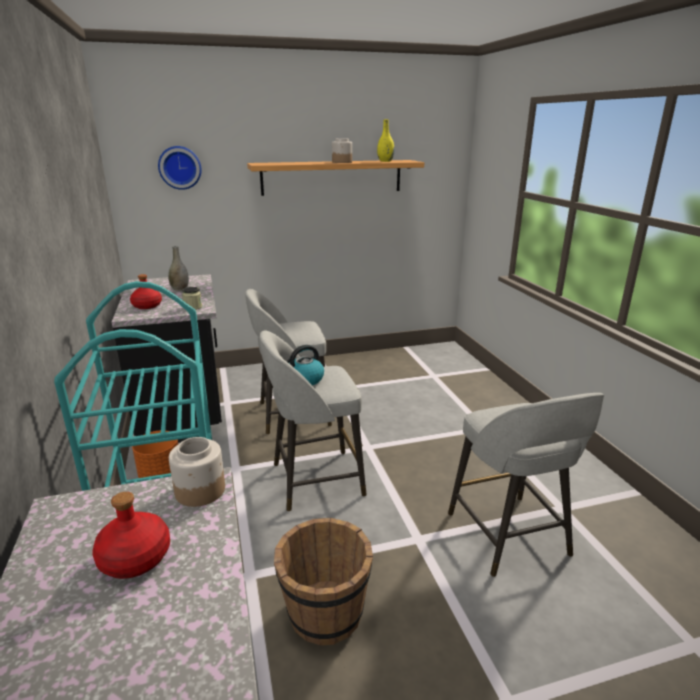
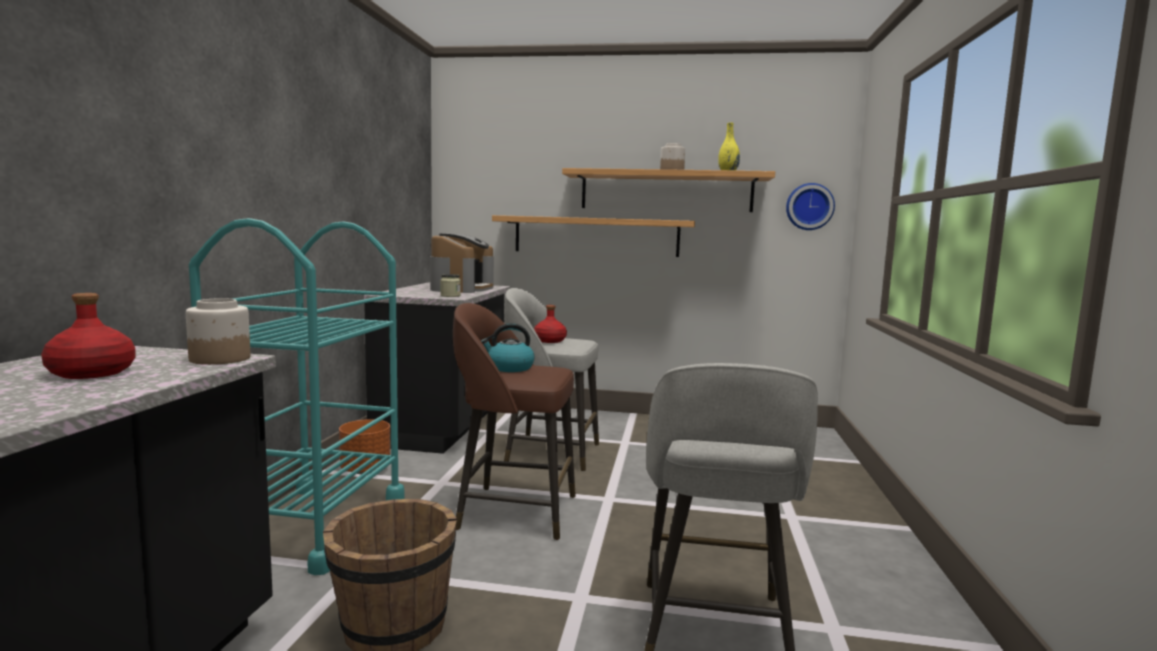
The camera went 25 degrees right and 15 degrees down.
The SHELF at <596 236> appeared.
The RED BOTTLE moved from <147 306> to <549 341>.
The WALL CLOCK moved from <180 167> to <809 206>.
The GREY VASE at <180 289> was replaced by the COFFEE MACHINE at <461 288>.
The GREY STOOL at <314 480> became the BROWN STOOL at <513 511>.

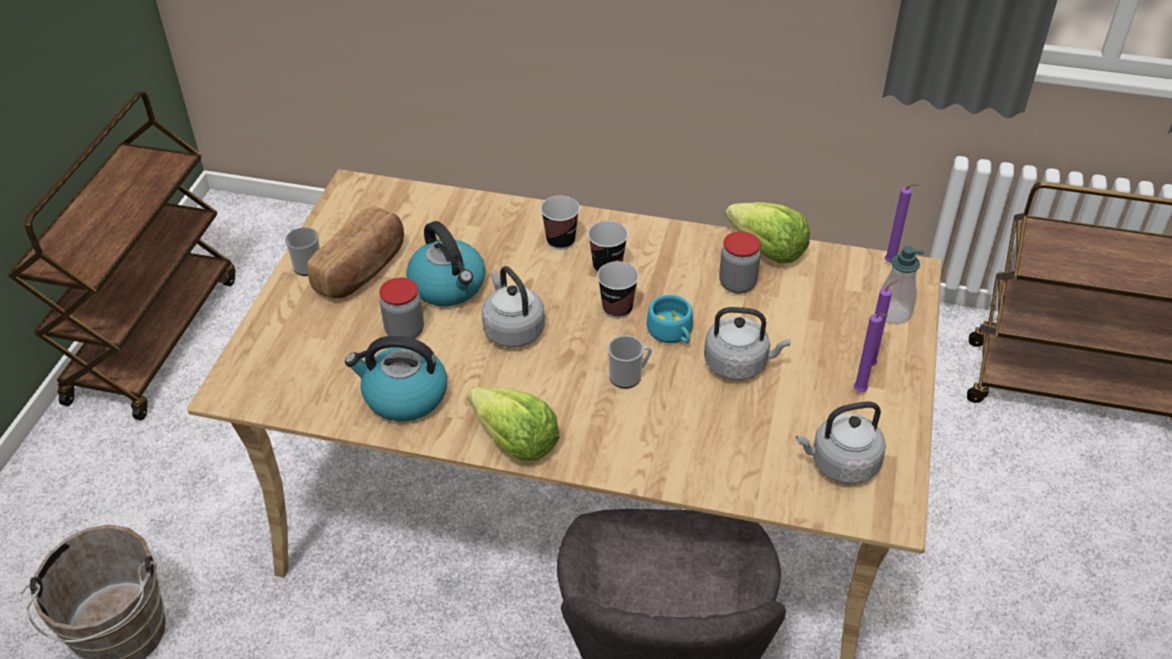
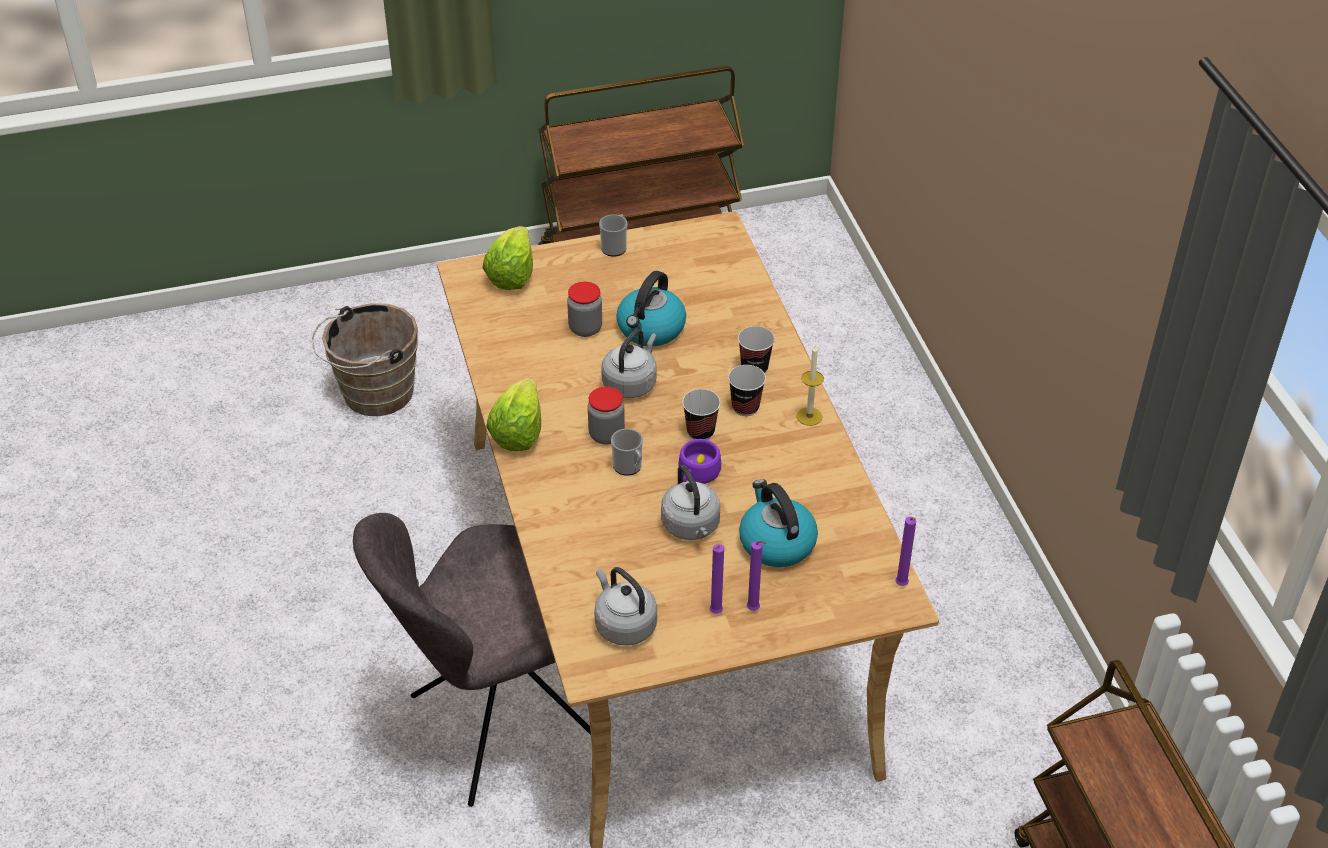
The camera went 60 degrees right and 0 degrees up.
The BREAD at <362 270> disappeared.
The SOAP DISPENSER at <893 313> disappeared.
The CANDLE at <809 416> appeared.
The KETTLE moved from <404 396> to <776 542>.
The JAR moved from <737 284> to <606 435>.
The LETTUCE moved from <766 250> to <511 275>.
The TURQUOISE CUP at <672 333> became the PURPLE CUP at <697 474>.

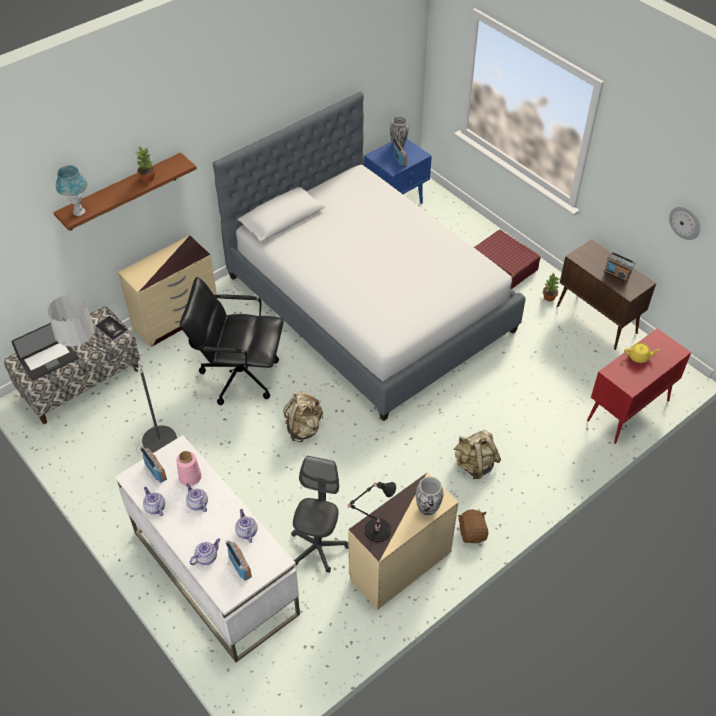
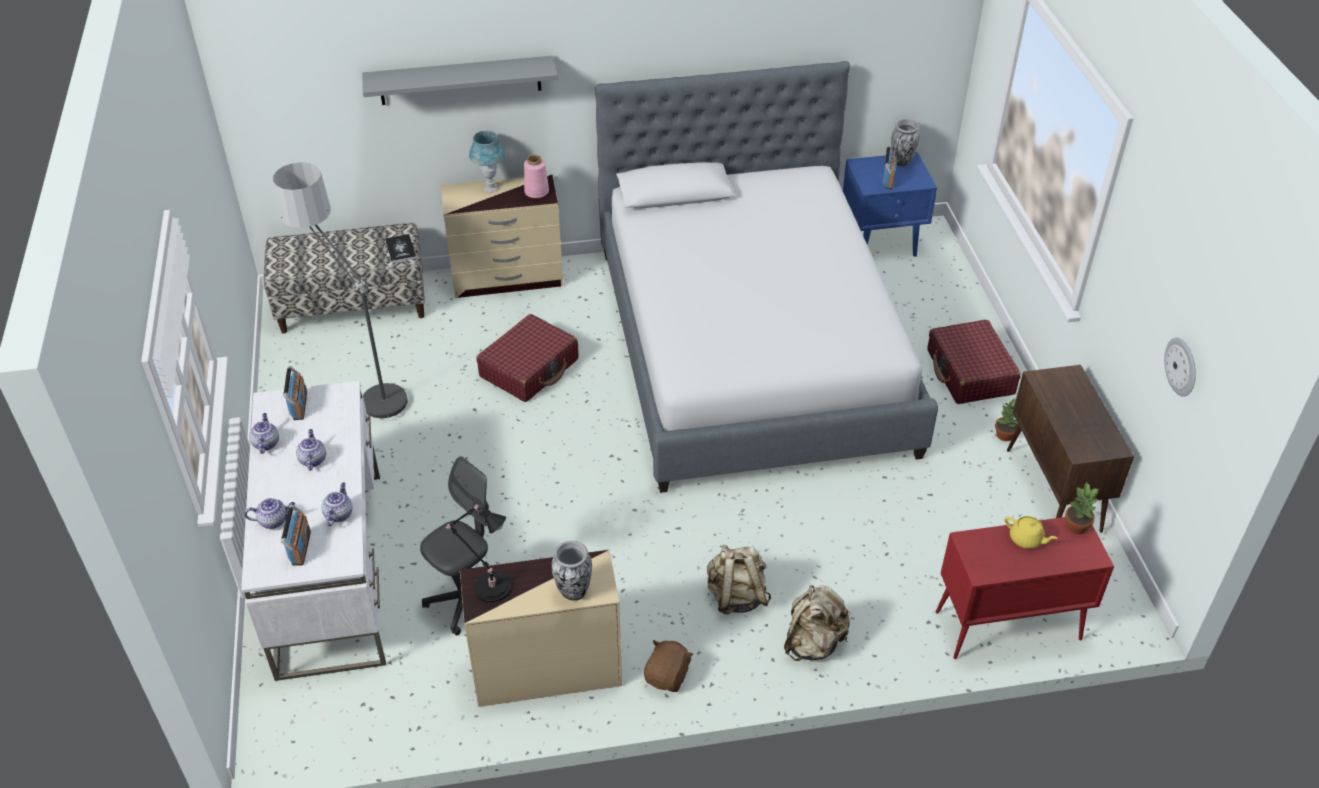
The camera went 30 degrees right and 5 degrees down.
The LAPTOP at <49 360> disappeared.
The RADIO at <616 275> disappeared.
The BLUE TABLE LAMP moved from <79 212> to <490 188>.
The POTTED PLANT moved from <148 178> to <1076 526>.
The PINK VASE moved from <190 477> to <537 192>.
The BEIGE BACKPACK moved from <304 428> to <813 643>.
The BLACK OFFICE CHAIR at <239 375> was replaced by the RED SUITCASE at <529 368>.
The BROWN SHELF at <121 192> became the GREY SHELF at <460 80>.

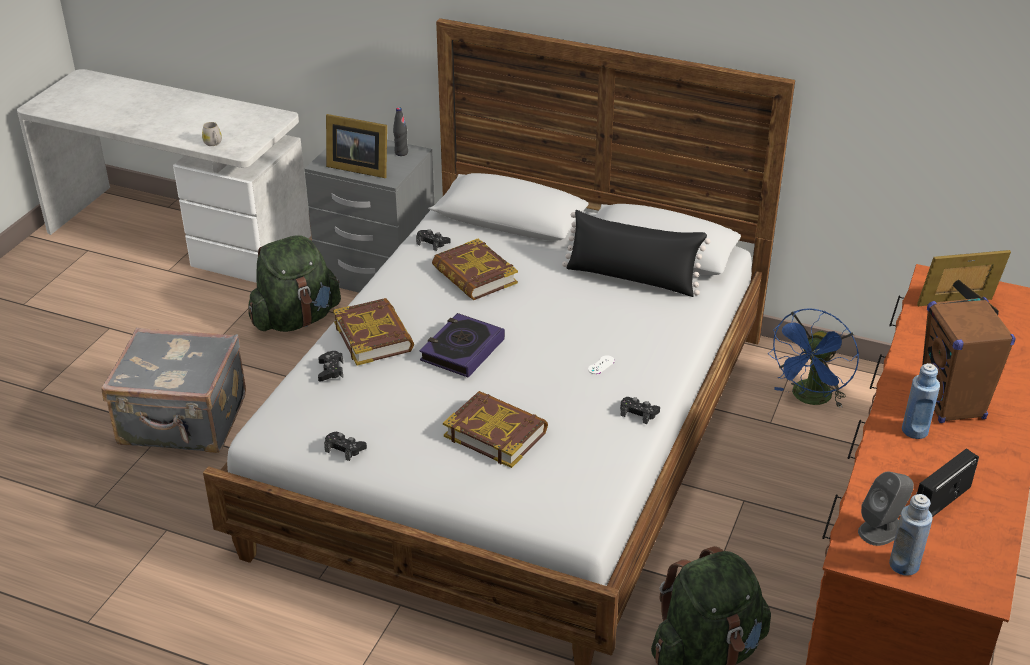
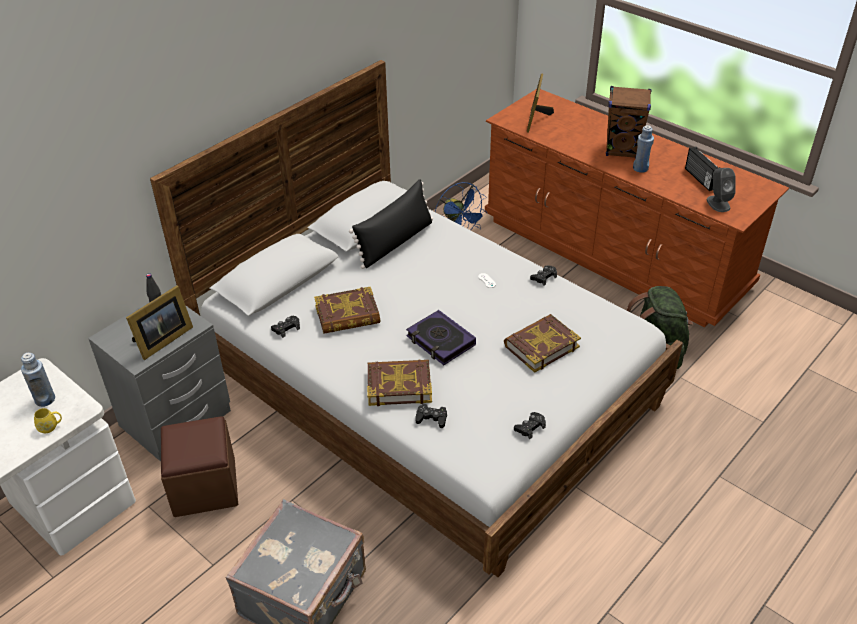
The camera went 70 degrees left and 5 degrees up.
The BLUE BOTTLE moved from <904 565> to <45 399>.
The GREEN BACKPACK at <296 319> was replaced by the BROWN OTTOMAN at <205 487>.
The WHITE MUG at <214 143> became the YELLOW MUG at <50 426>.

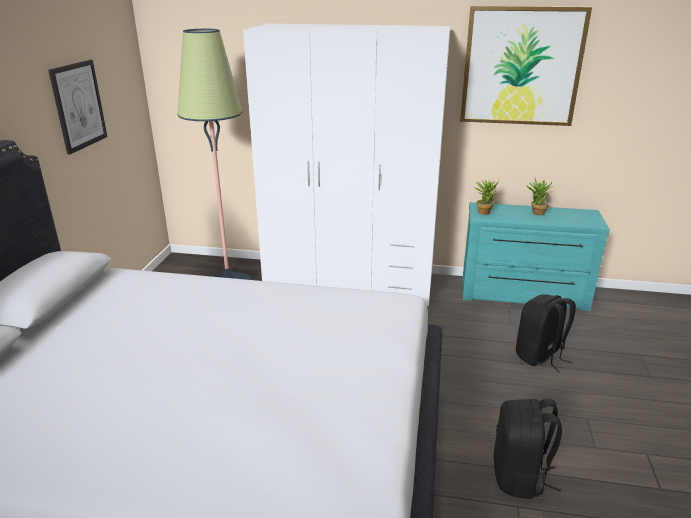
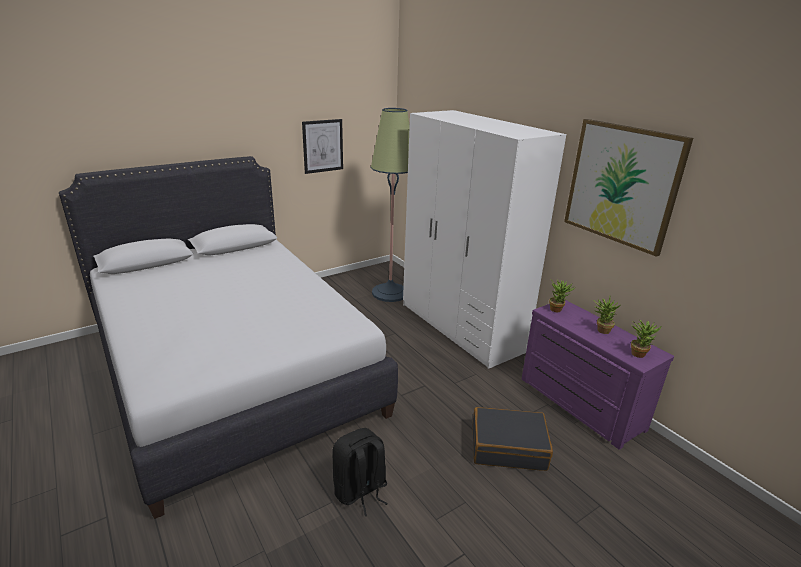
The camera went 45 degrees right and 0 degrees up.
The POTTED PLANT at <639 353> appeared.
The BLACK BACKPACK at <540 356> was replaced by the BLACK SUITCASE at <508 447>.
The TURQUOISE DRESSER at <523 295> became the PURPLE DRESSER at <578 404>.

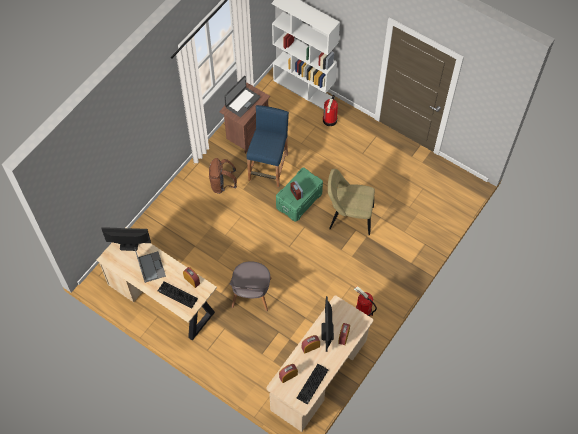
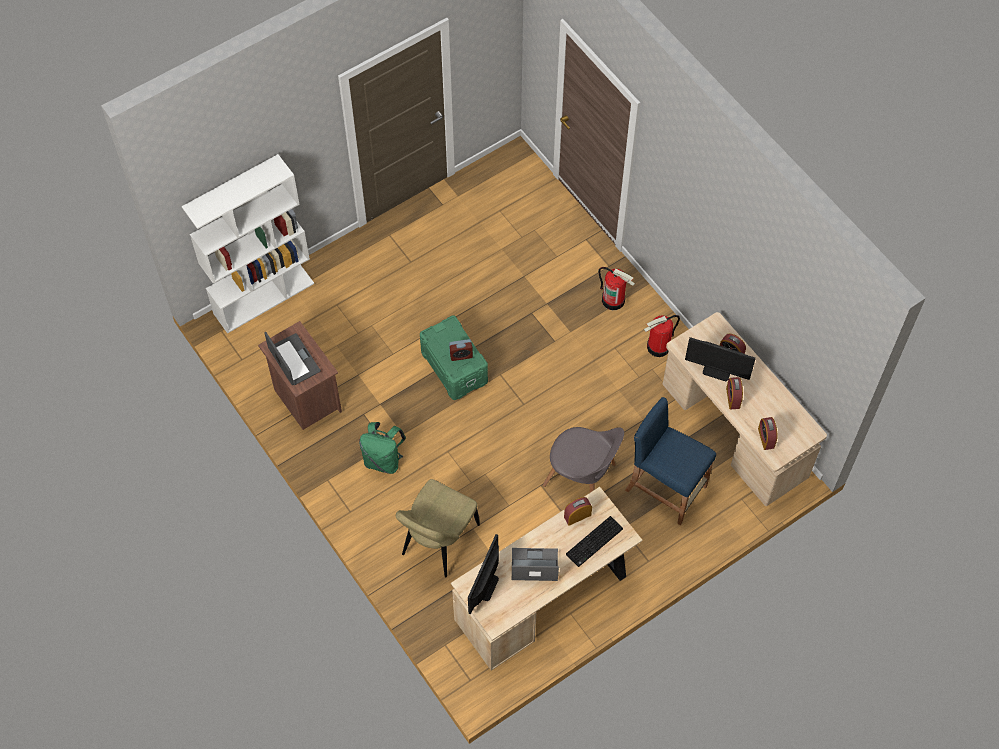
The camera went 70 degrees left and 0 degrees up.
The KEYBOARD at <313 384> disappeared.
The BLUE STOOL moved from <269 167> to <665 488>.
The FIRE EXTINGUISHER moved from <330 120> to <613 300>.
The BEIGE CHAIR moved from <348 218> to <438 542>.
The BROWN BACKPACK at <222 185> became the GREEN BACKPACK at <383 460>.

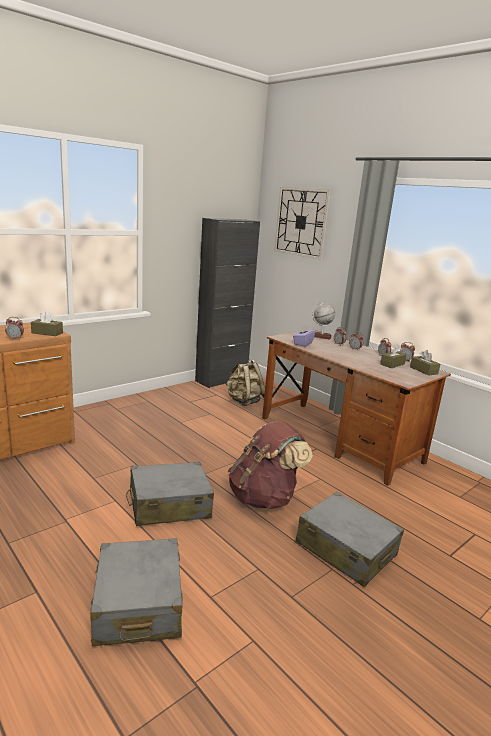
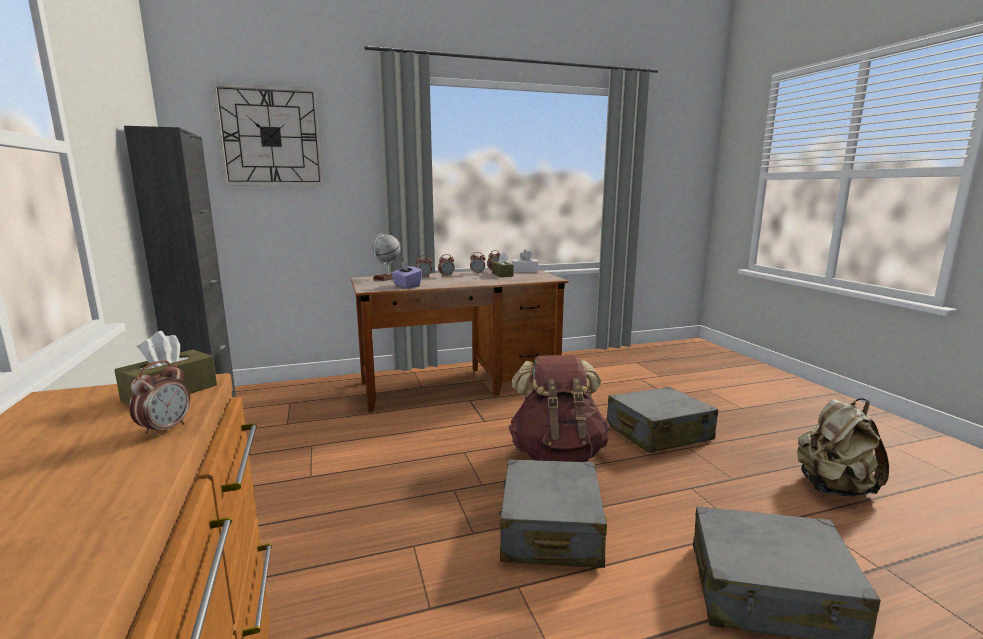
The camera went 65 degrees left and 5 degrees down.
The BEIGE BACKPACK moved from <244 401> to <833 488>.
The BROWN TISSUE BOX at <423 370> became the WHITE TISSUE BOX at <525 271>.

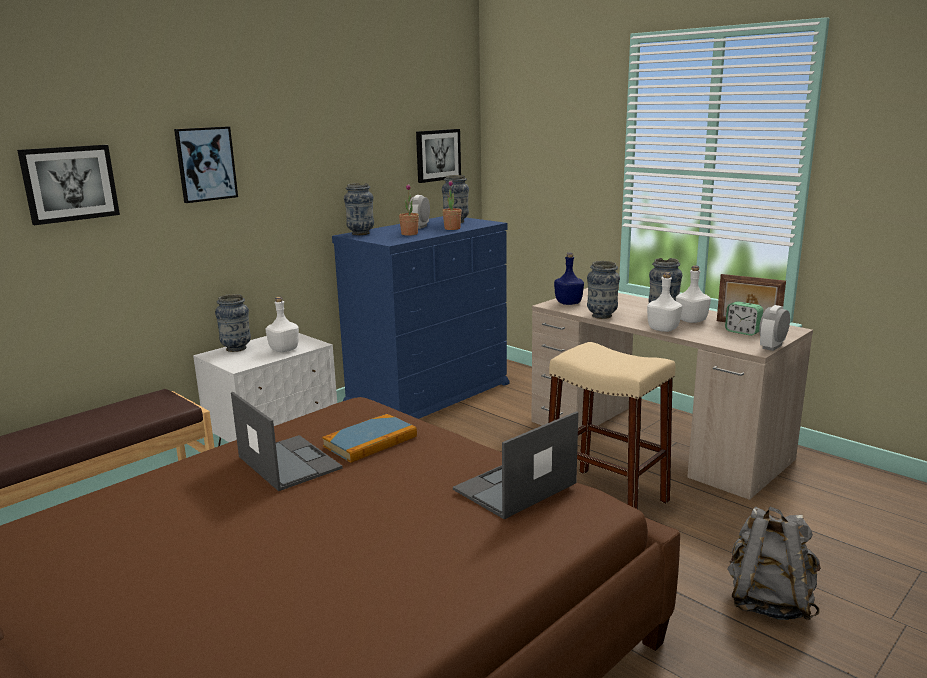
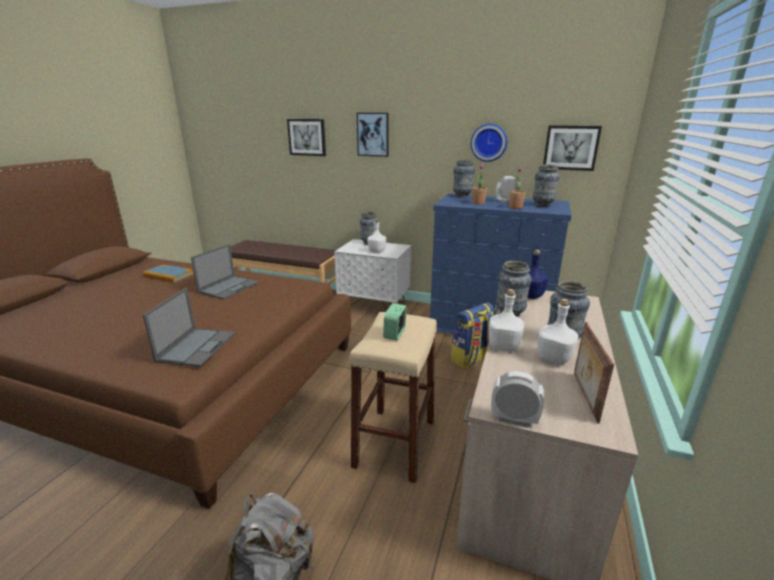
The camera went 65 degrees right and 5 degrees up.
The BACKPACK at <471 359> appeared.
The WALL CLOCK at <489 142> appeared.
The BOOK moved from <370 441> to <168 275>.
The ALARM CLOCK moved from <742 332> to <395 334>.
The LAPTOP at <514 487> turned 75 degrees clockwise.

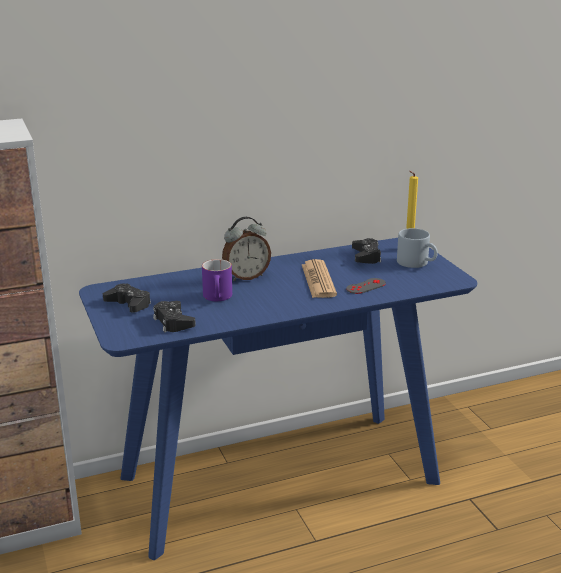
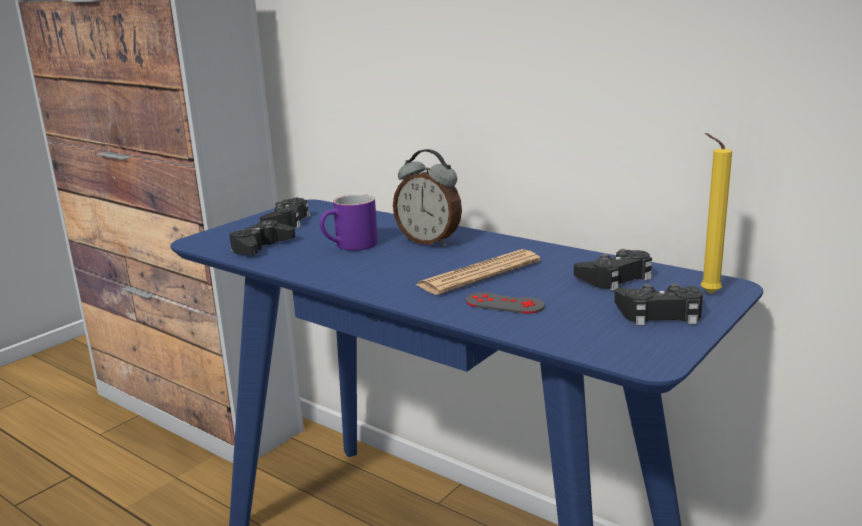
The camera went 60 degrees right and 5 degrees down.
The GREY MUG at <417 263> was replaced by the BLACK GAME CONTROLLER at <660 313>.

